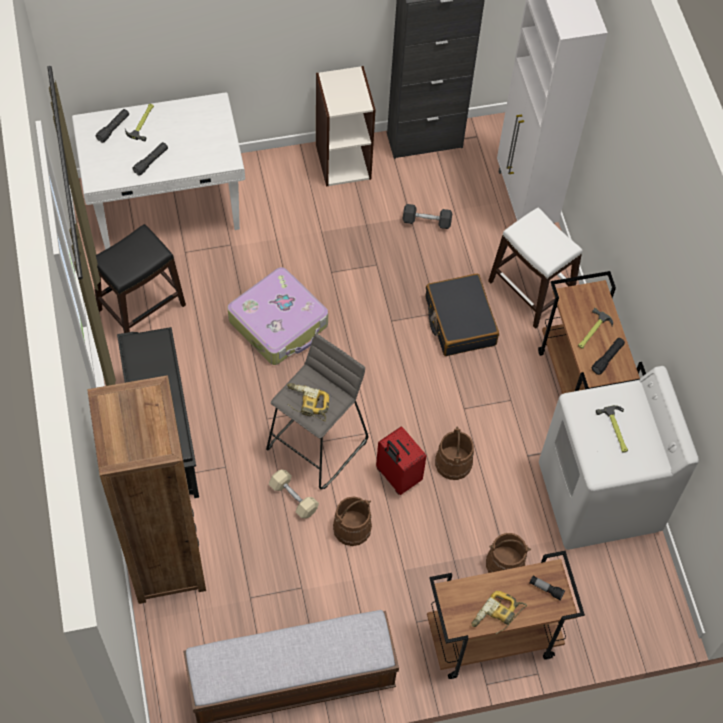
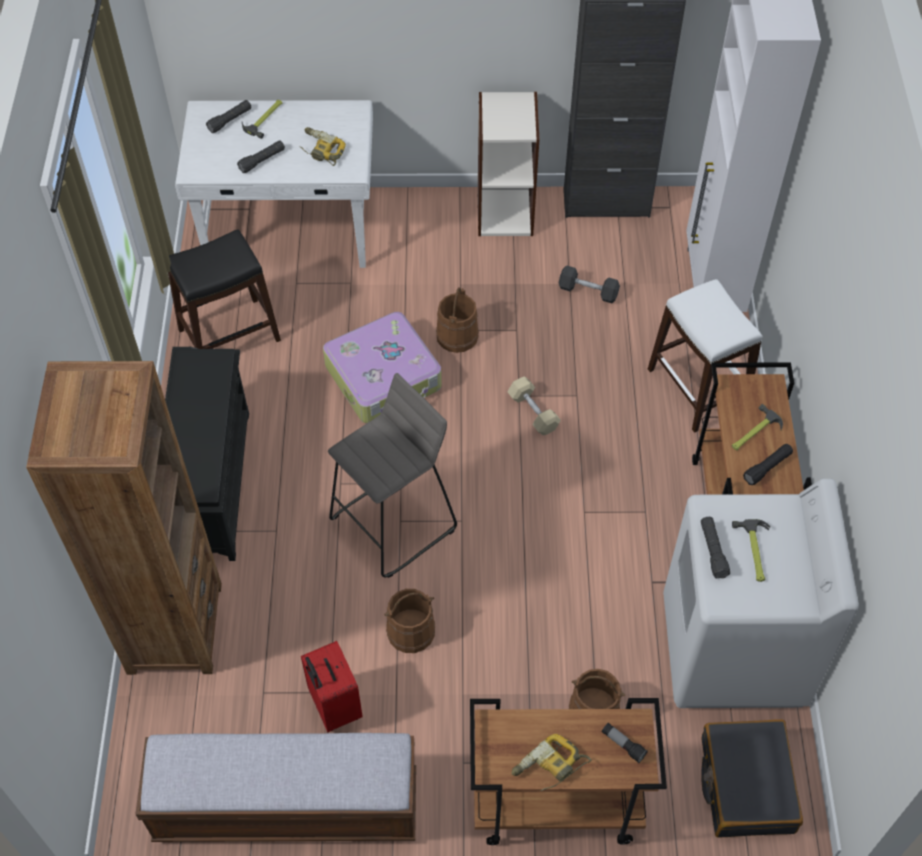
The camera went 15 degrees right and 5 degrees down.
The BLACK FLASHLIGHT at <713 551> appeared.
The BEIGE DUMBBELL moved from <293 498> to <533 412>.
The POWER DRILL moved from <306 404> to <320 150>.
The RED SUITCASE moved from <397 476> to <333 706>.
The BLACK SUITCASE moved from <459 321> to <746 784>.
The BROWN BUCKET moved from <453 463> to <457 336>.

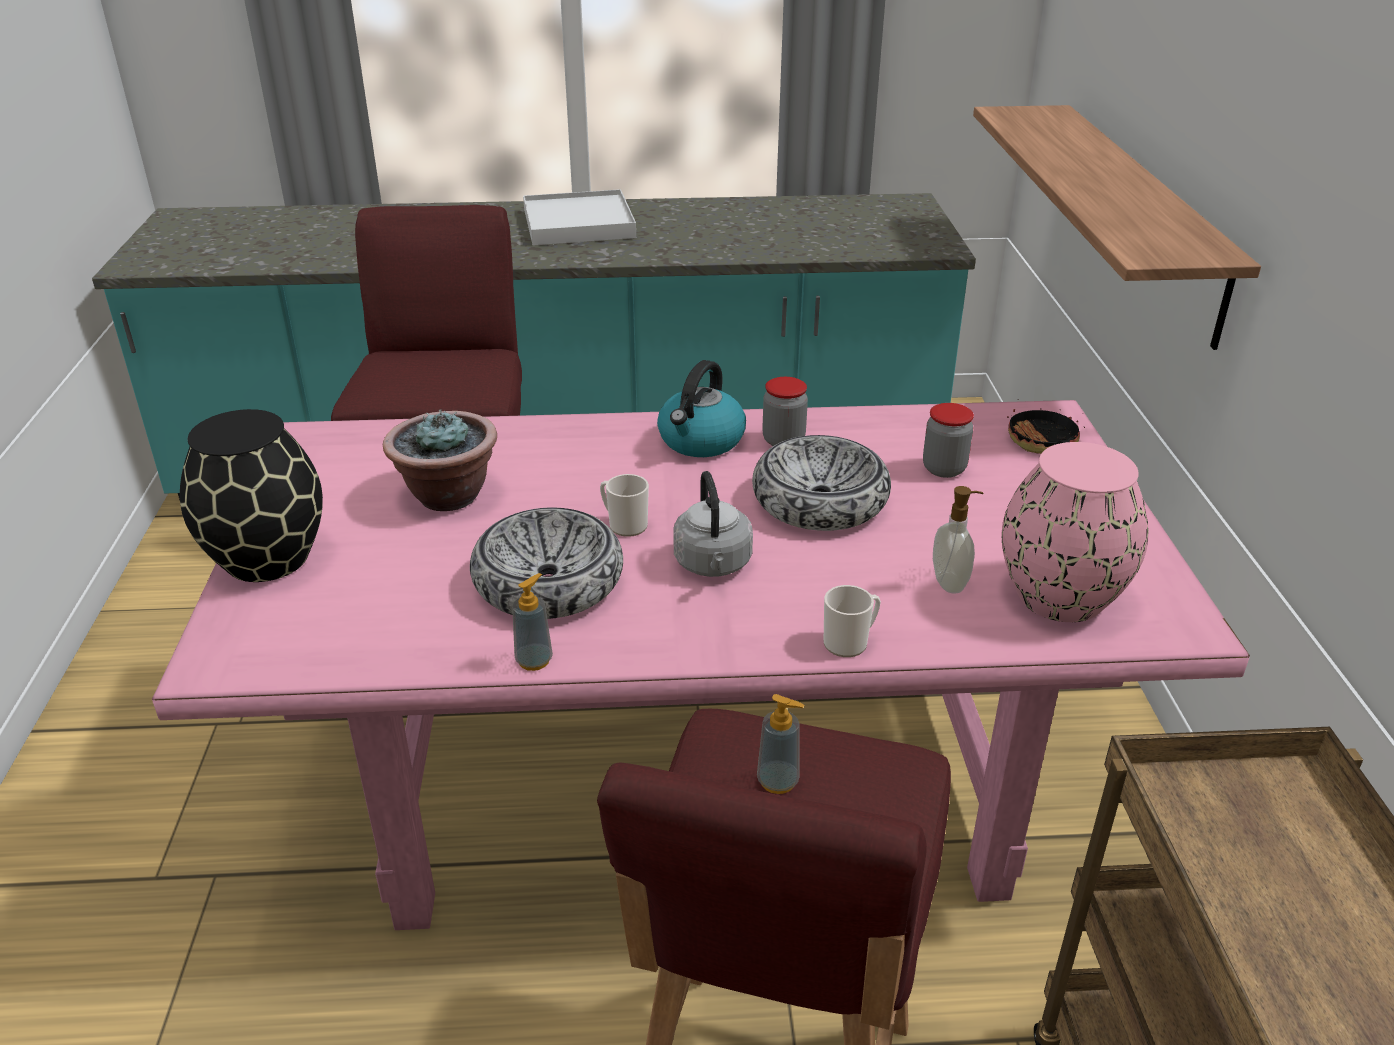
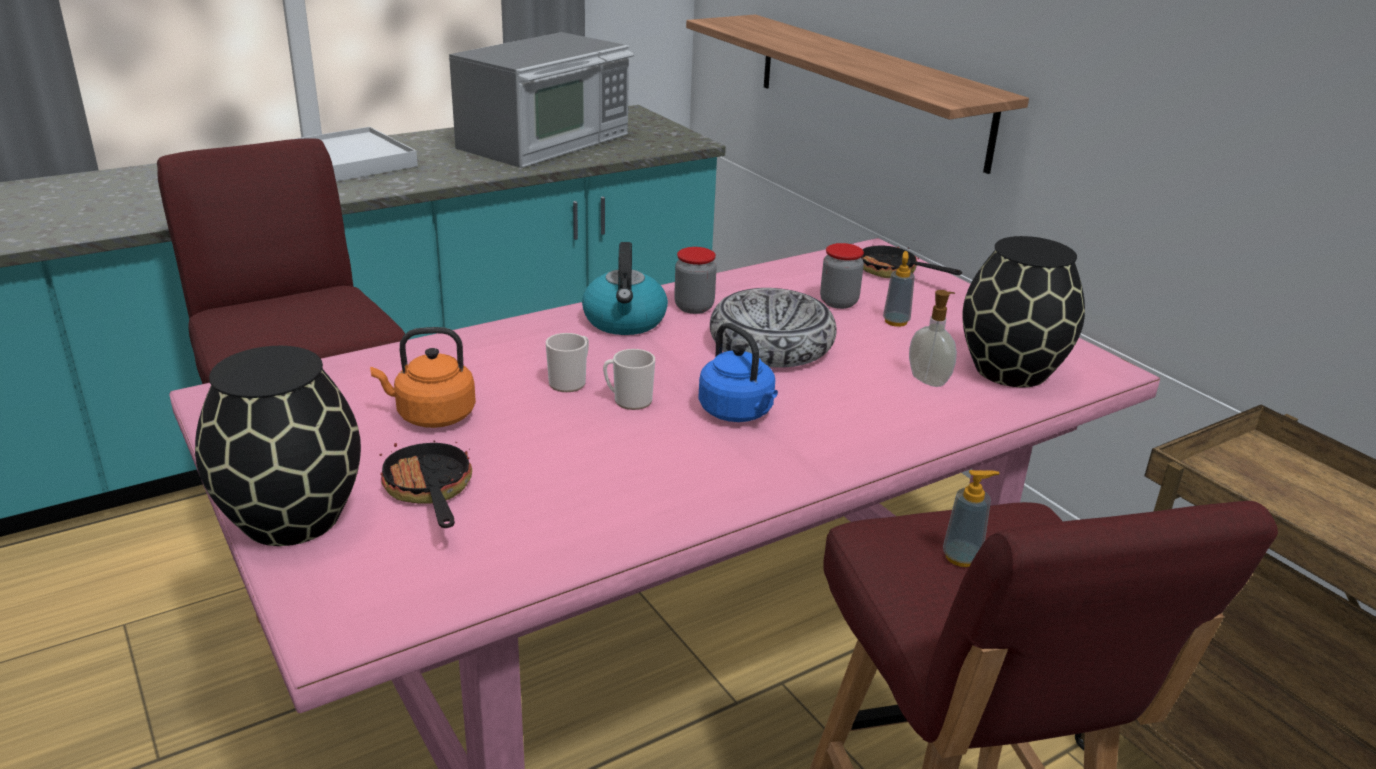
The camera went 30 degrees left and 5 degrees down.
The BOWL at <549 582> disappeared.
The FRYING PAN at <429 492> appeared.
The MICROWAVE at <547 142> appeared.
The SOAP DISPENSER moved from <534 660> to <896 321>.
The MUG moved from <850 642> to <570 382>.
The POTTED PLANT at <447 495> was replaced by the ORANGE KETTLE at <431 416>.
The GREY KETTLE at <713 565> became the BLUE KETTLE at <738 413>.
The PINK VASE at <1062 597> became the BLACK VASE at <1012 371>.

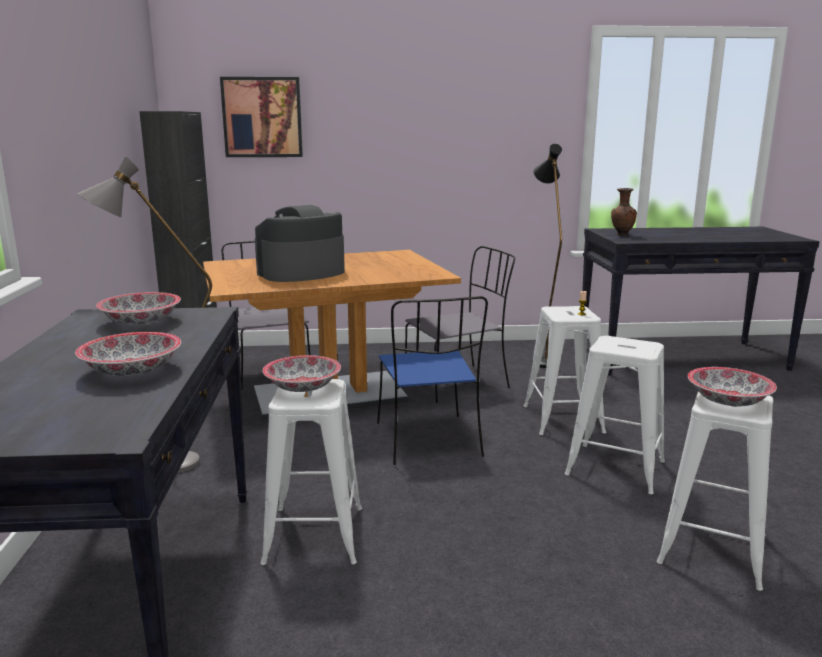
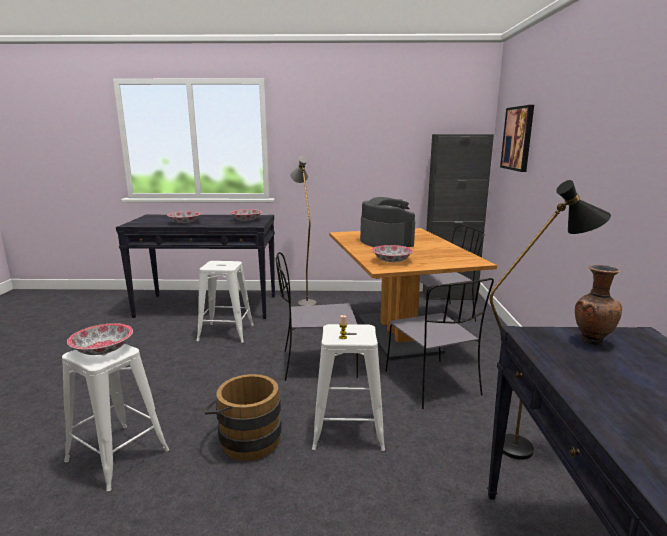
The camera went 95 degrees right and 0 degrees up.
The BOWL moved from <303 387> to <391 260>.
The WHITE STOOL at <616 468> was replaced by the BROWN BUCKET at <245 439>.
The BLUE CHAIR at <429 441> became the GREY CHAIR at <316 364>.

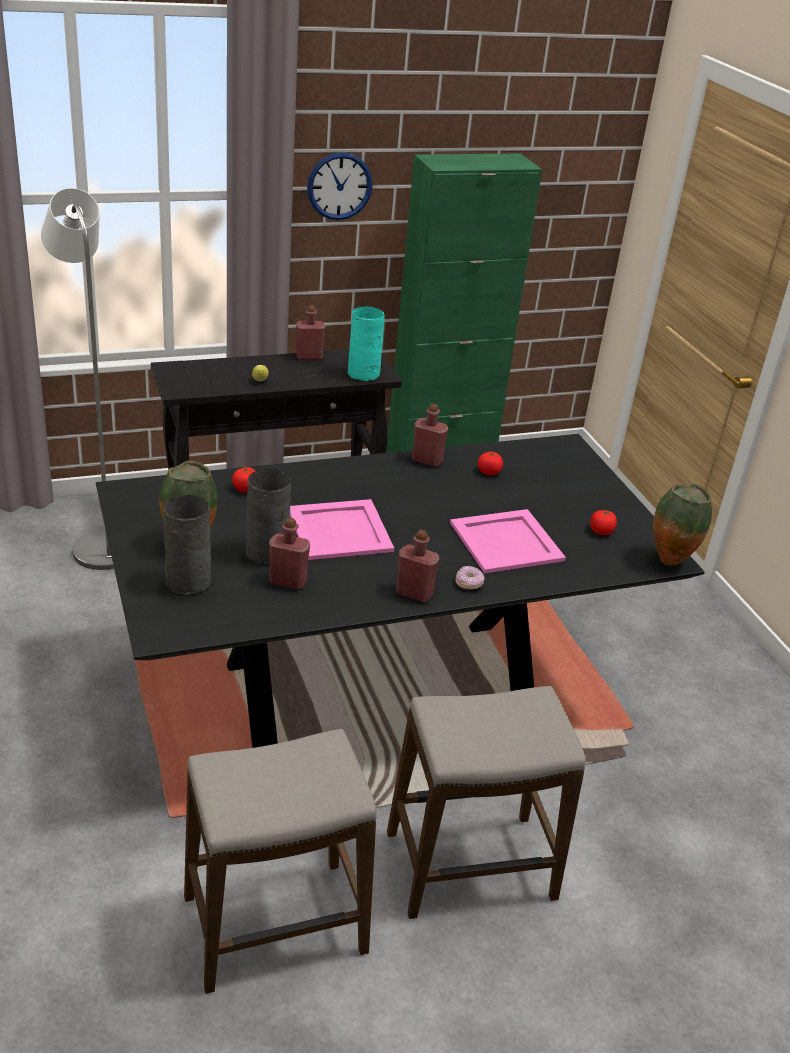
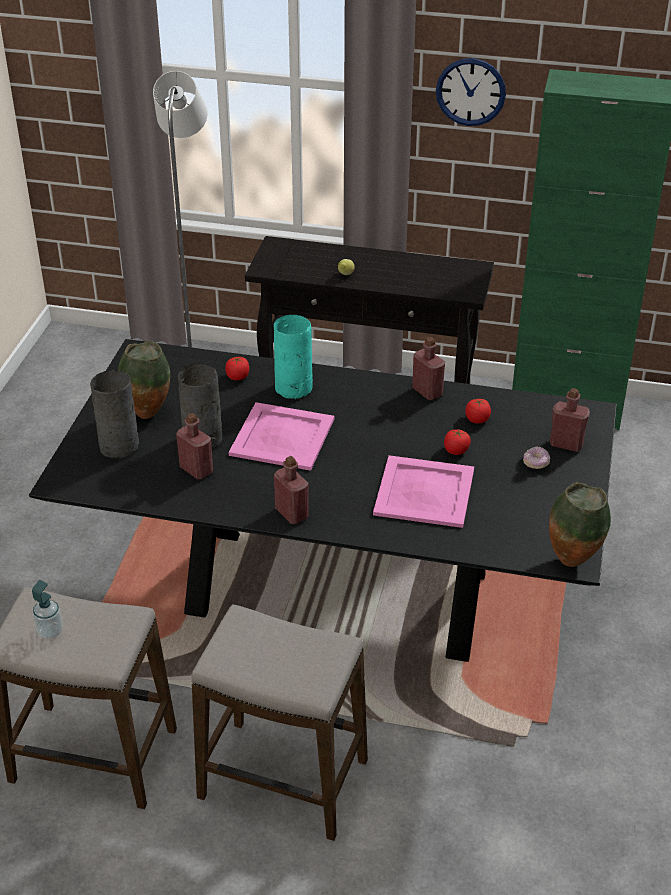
The camera went 35 degrees right and 5 degrees up.
The SOAP DISPENSER at <50 631> appeared.
The RED BOTTLE moved from <309 357> to <566 444>.
The TURQUOISE VASE moved from <363 374> to <293 389>.
The DONUT moved from <469 583> to <536 463>.
The TOMATO moved from <601 531> to <456 450>.

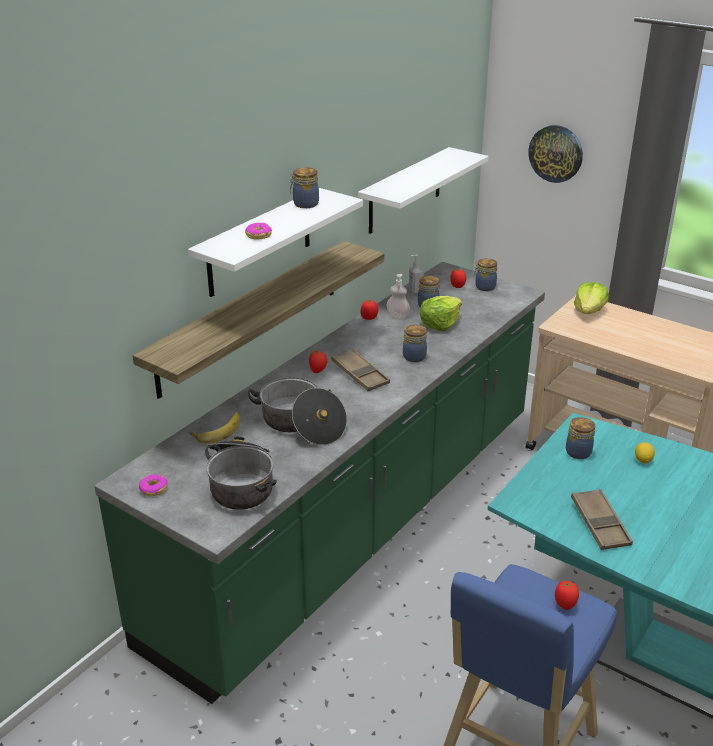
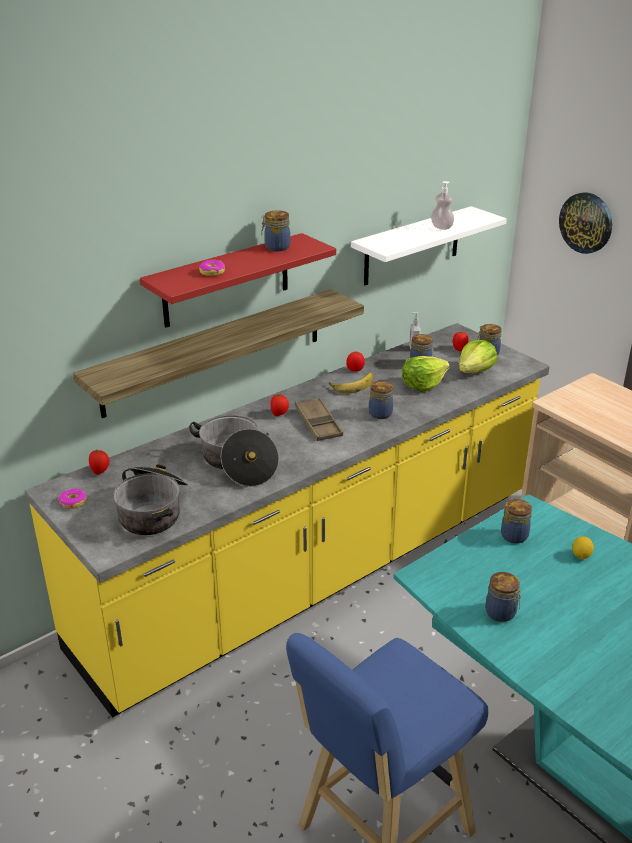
The camera went 15 degrees right and 0 degrees up.
The BANANA moved from <217 430> to <352 385>.
The SOAP DISPENSER moved from <398 315> to <441 227>.
The TOMATO moved from <565 604> to <100 471>.
The LETTUCE moved from <589 311> to <475 371>.
The BROWN TRAY at <600 524> was replaced by the JAR at <501 613>.
The GREEN COUNTER at <356 522> became the YELLOW COUNTER at <316 570>.
The WHITE SHELF at <259 243> became the RED SHELF at <226 281>.

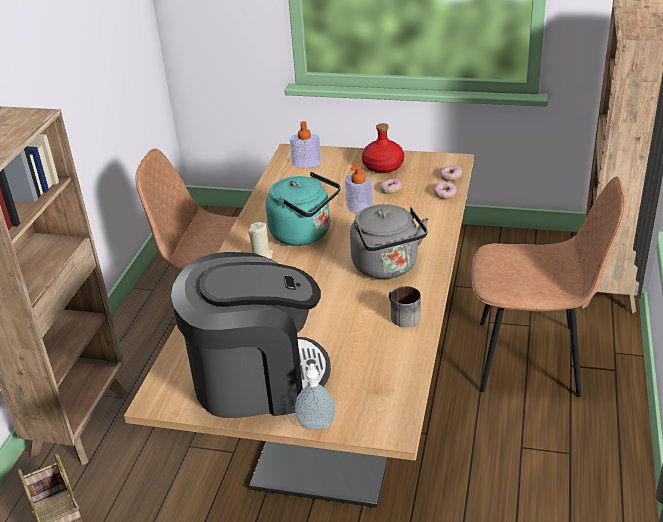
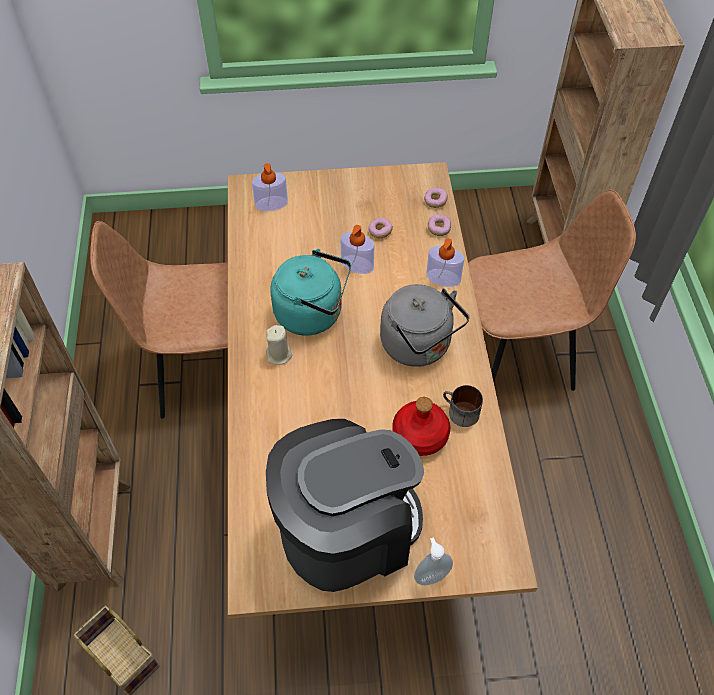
The camera went 20 degrees left and 20 degrees up.
The SOAP DISPENSER at <443 278> appeared.
The RED BOTTLE moved from <382 166> to <420 436>.

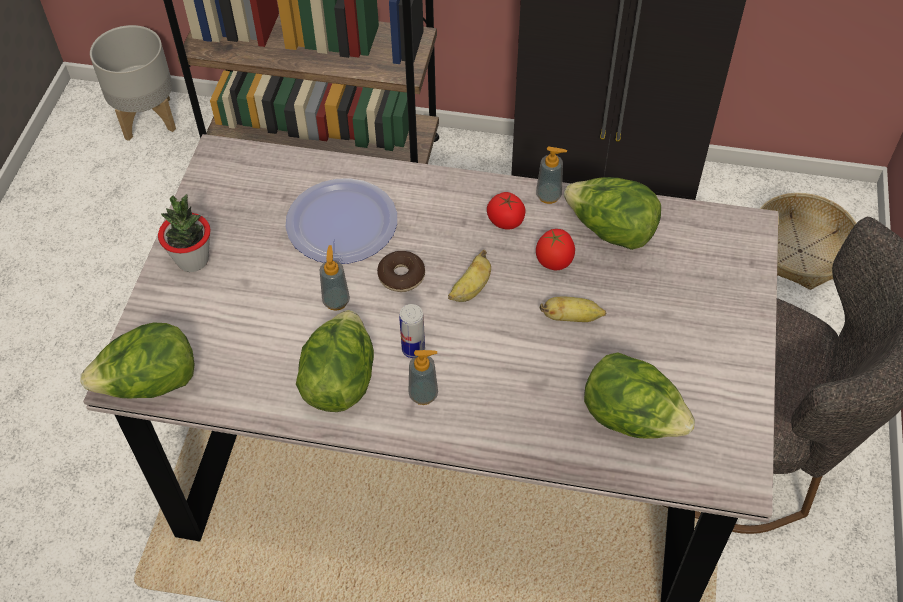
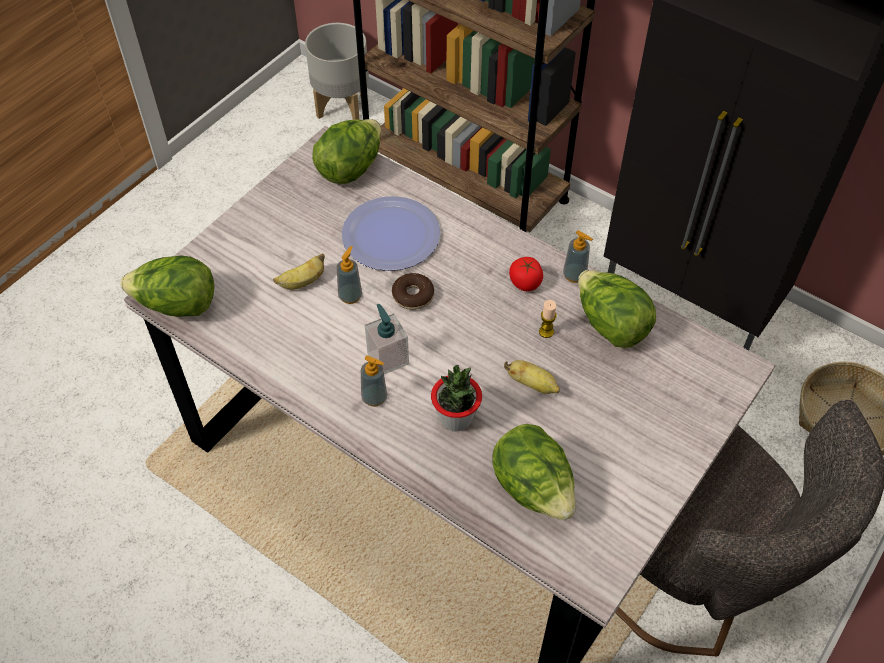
The camera went 25 degrees right and 0 degrees up.
The POTTED PLANT moved from <193 260> to <456 418>.
The LETTUCE moved from <339 380> to <350 168>.
The BANANA moved from <471 289> to <302 282>.
The CAN at <413 349> was replaced by the SOAP DISPENSER at <388 358>.
The TOMATO at <554 261> was replaced by the CANDLE at <546 332>.

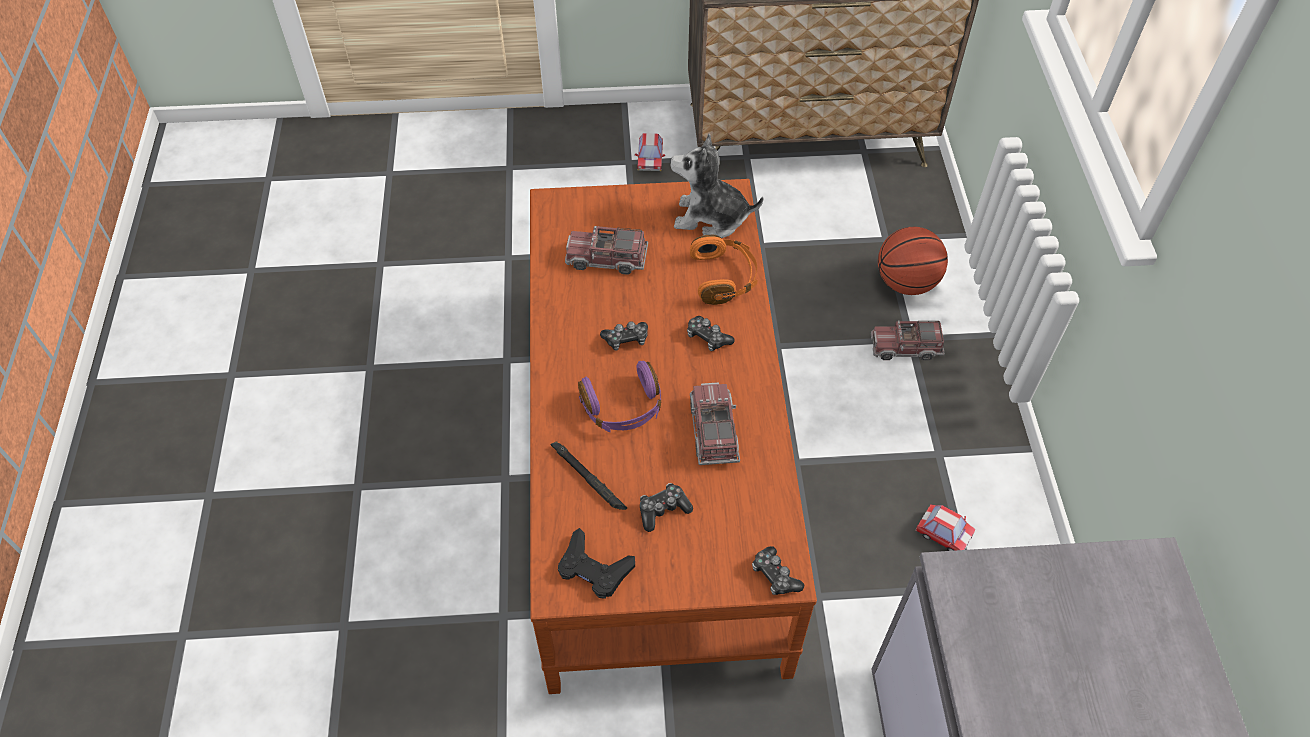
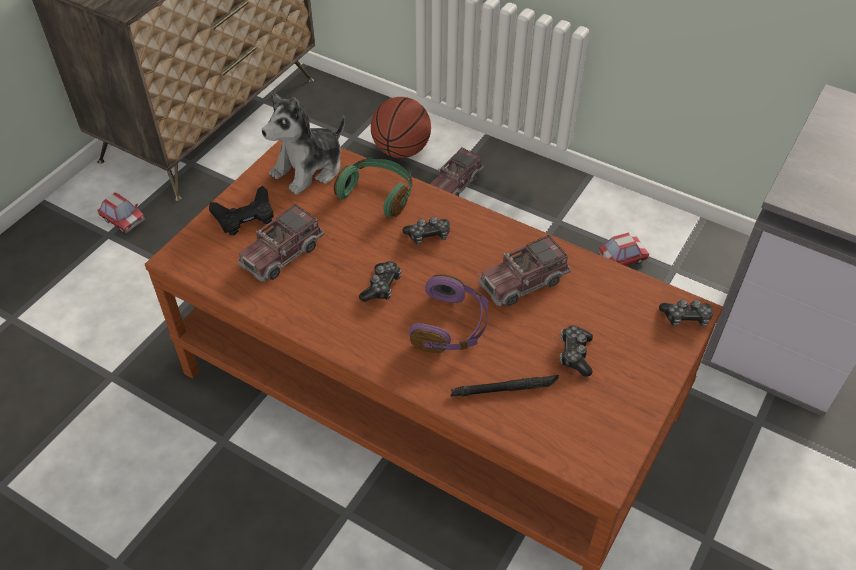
The camera went 55 degrees left and 5 degrees down.
The BLACK GAME CONTROLLER moved from <594 569> to <245 216>.
The ORANGE HEADPHONES at <724 278> became the GREEN HEADPHONES at <378 194>.
The TOY TRUCK at <713 431> turned 60 degrees counterclockwise.

